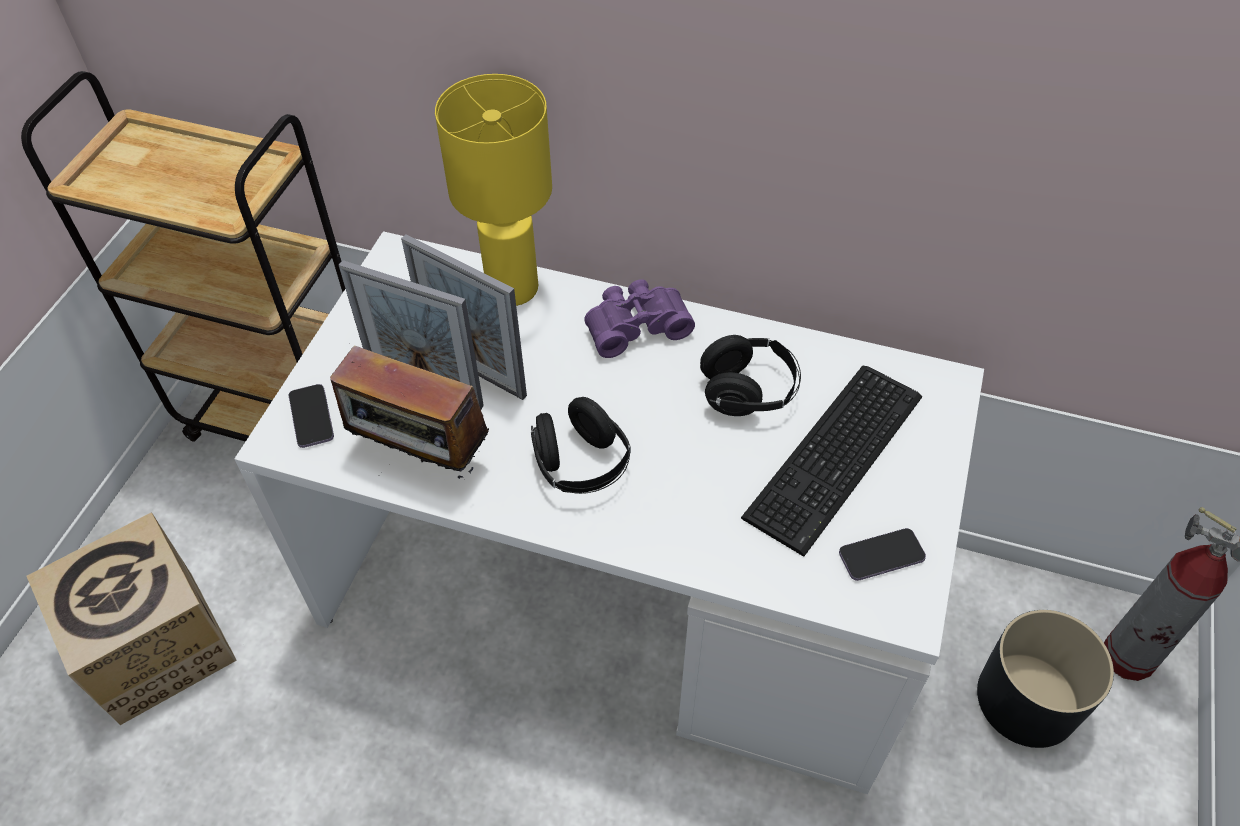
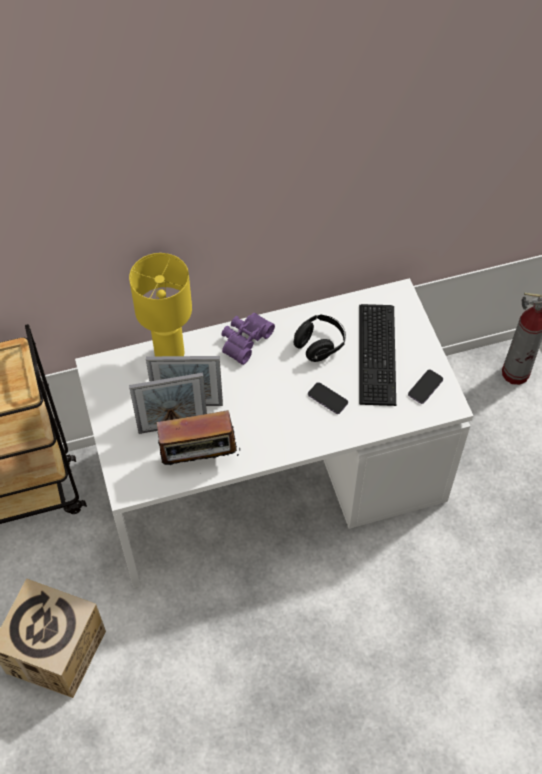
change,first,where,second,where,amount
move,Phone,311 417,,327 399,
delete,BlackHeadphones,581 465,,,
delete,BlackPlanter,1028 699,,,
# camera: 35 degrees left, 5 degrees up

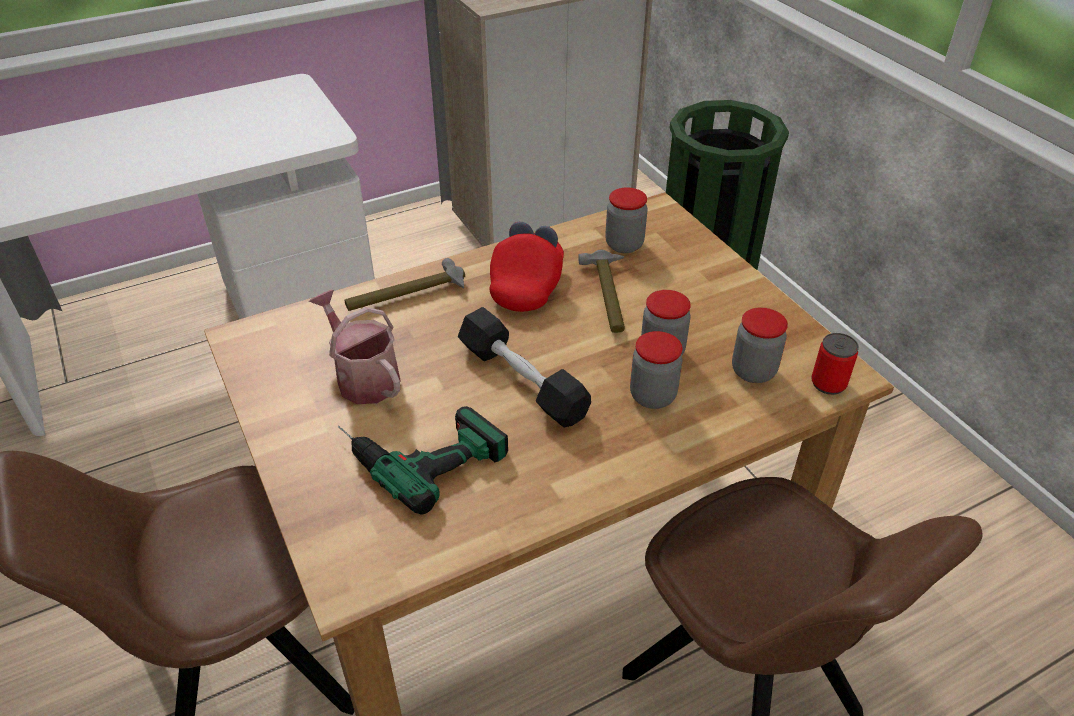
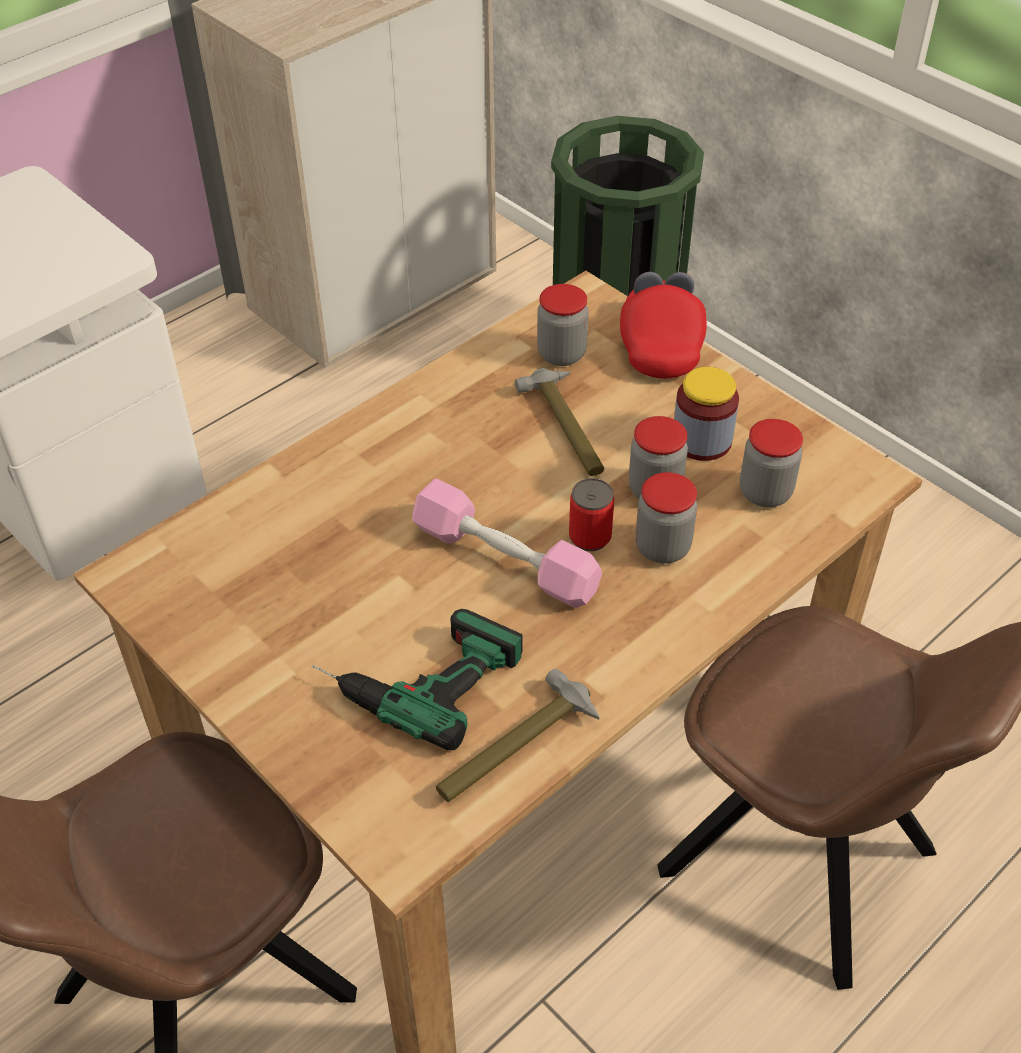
change,first,where,second,where,amount
delete,WateringCan,363 377,,,
move,Hammer,407 296,,515 748,
recolor,BlackDumbbell,522 381,PinkDumbbell,505 560,
move,RedCap,527 285,,660 345,
move,Can,828 383,,590 537,
insert,,,Jar,701 440,
# camera: 15 degrees left, 5 degrees up

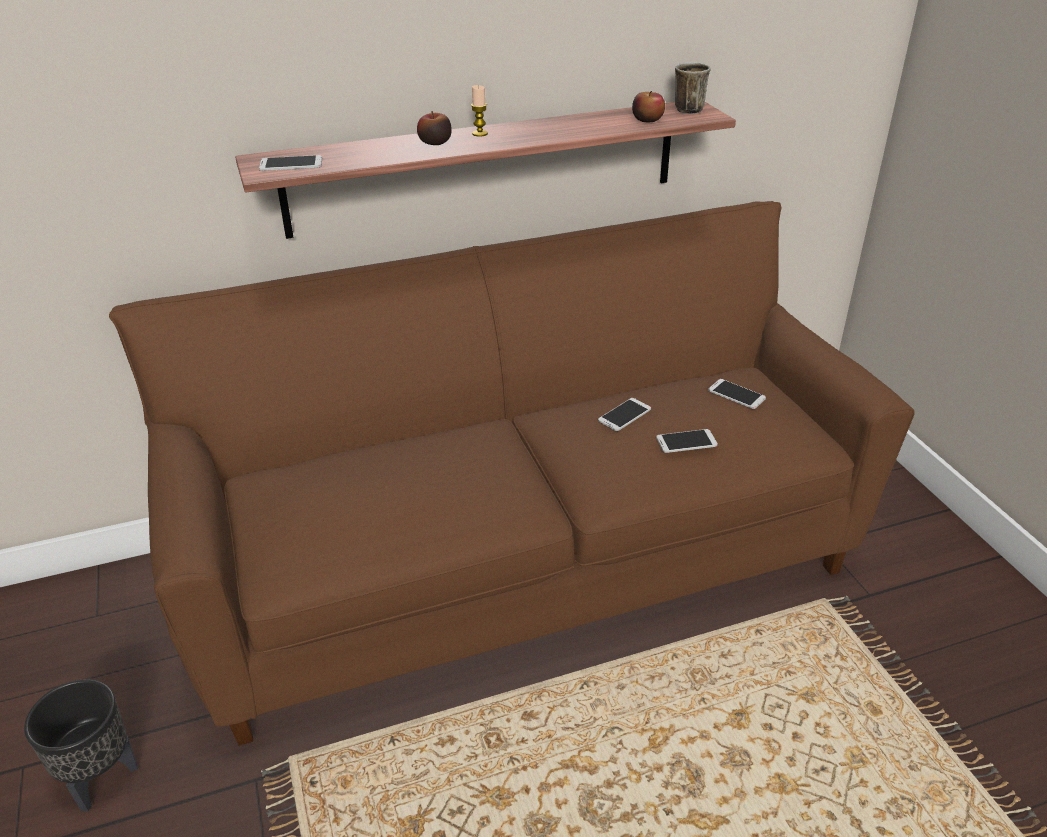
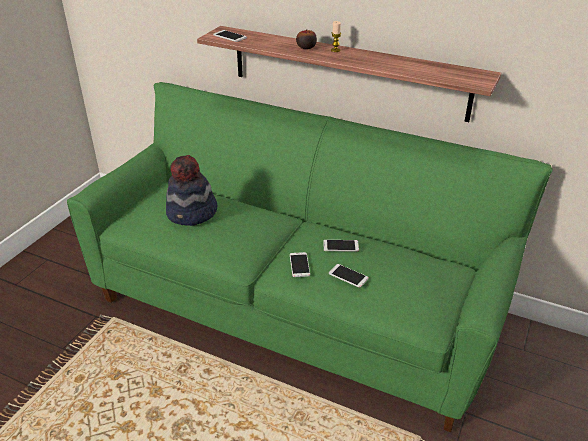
change,first,where,second,where,amount
delete,BlackPlanter,100 778,,,
recolor,BrownSofa,524 564,GreenSofa,294 309,
delete,Apple,647 119,,,
delete,Mug,686 108,,,
move,Phone,736 394,,299 265,
insert,,,Hat,192 213,
# camera: 45 degrees right, 0 degrees up

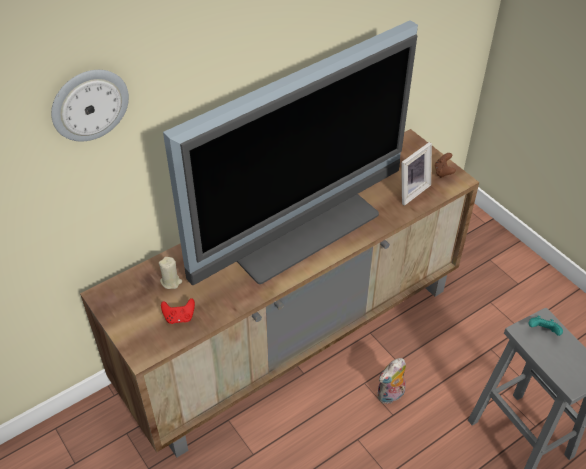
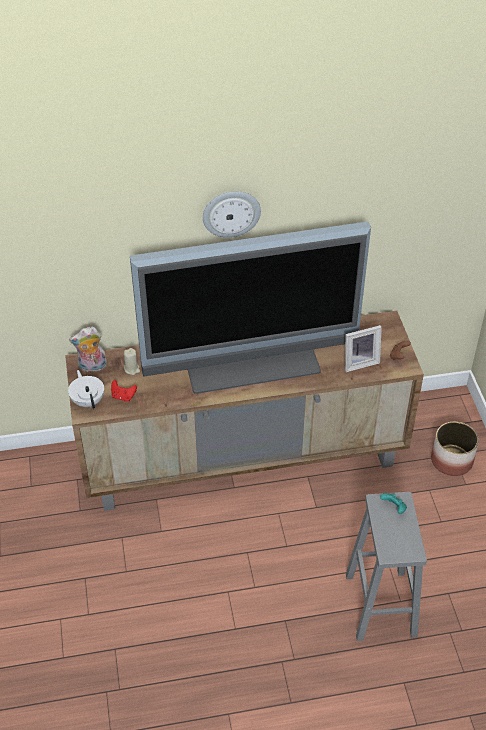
change,first,where,second,where,amount
move,WallClock,89 104,,231 213,
move,PlushToy,390 396,,92 367,
insert,,,WhiteTeapot,88 401,
insert,,,Planter,452 460,
# camera: 25 degrees right, 0 degrees up

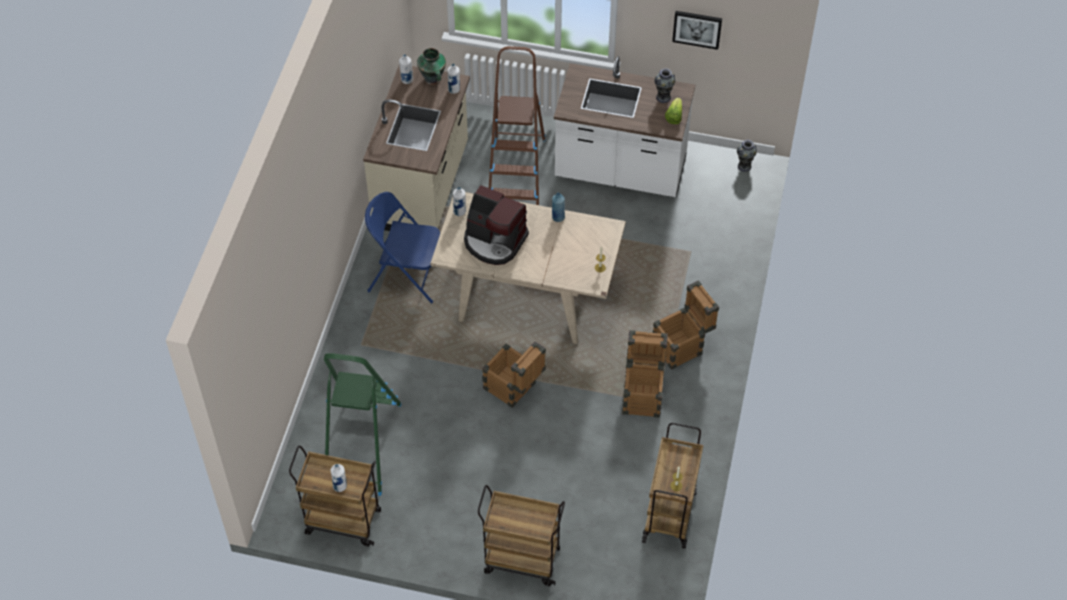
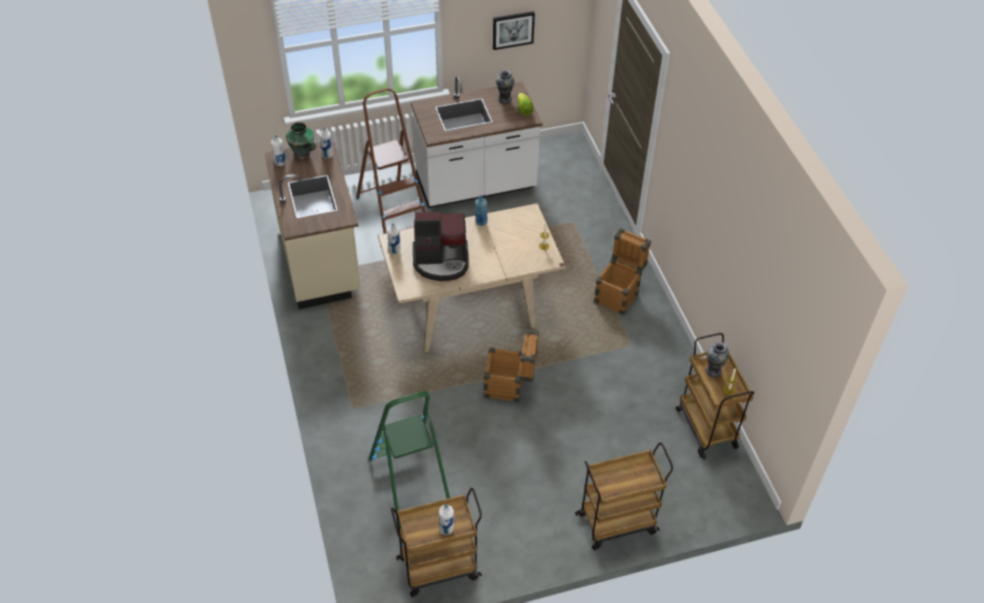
change,first,where,second,where,amount
delete,BlueChair,407 274,,,
delete,Crate,643 394,,,
move,Vase,744 166,,713 371,
# camera: 30 degrees left, 5 degrees down

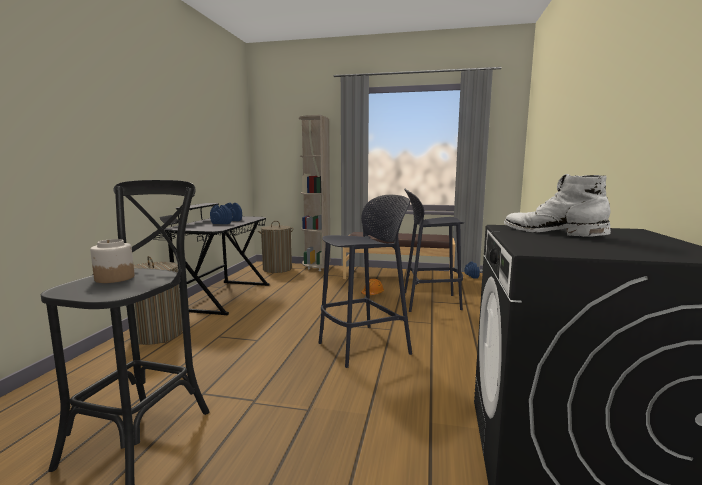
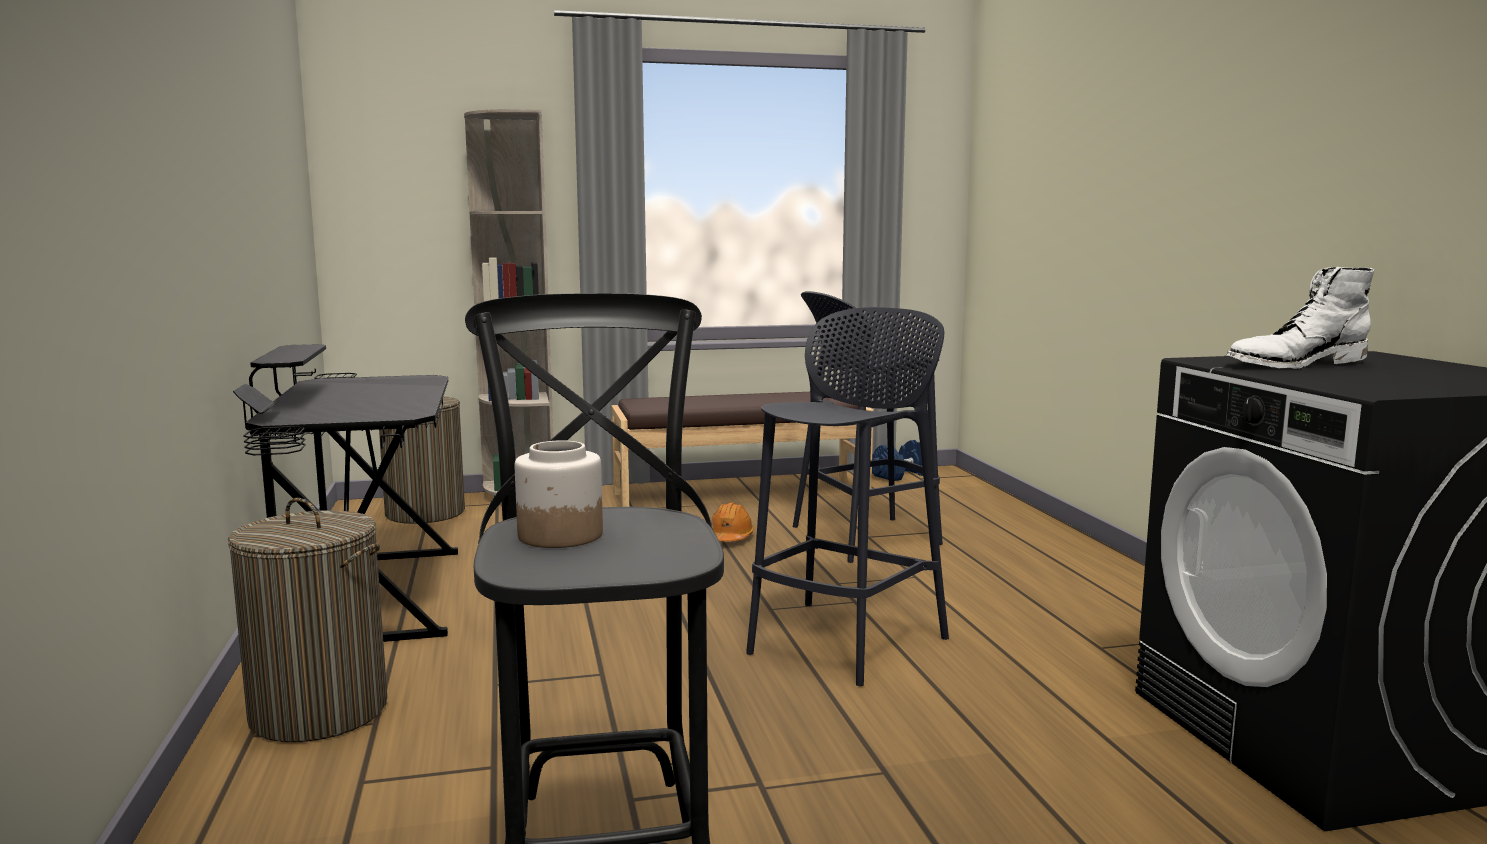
change,first,where,second,where,amount
delete,BlueDumbbell,226 222,,,
rotate,WhiteBoot,552 232,,1294 364,45 degrees counterclockwise
# camera: 25 degrees left, 0 degrees up

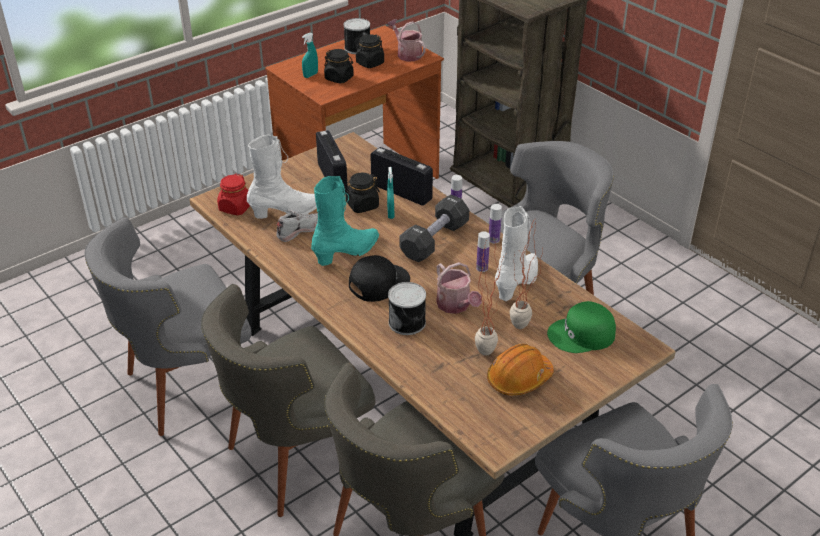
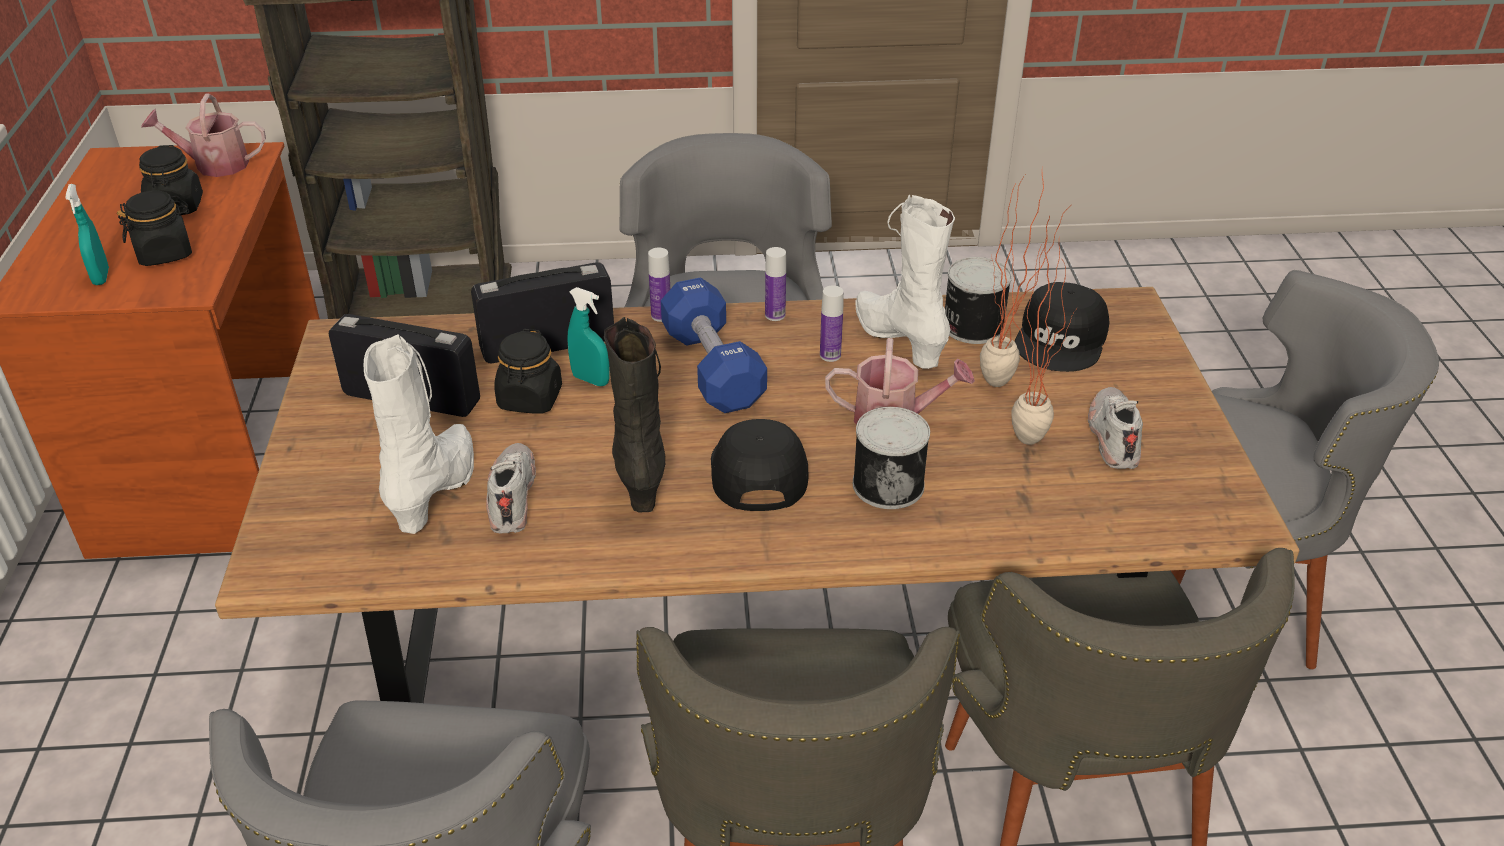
change,first,where,second,where,amount
delete,RedJar,235 208,,,
recolor,TurquoiseBoot,347 253,BlackBoot,640 471,
move,Can,357 48,,971 326,
recolor,BlackDumbbell,434 240,BlueDumbbell,712 368,
replace,OrangeHardHat,519 379,WhiteShoe,1112 435,
recolor,GreenCap,582 335,BlackCap,1062 340,
# camera: 55 degrees left, 0 degrees up

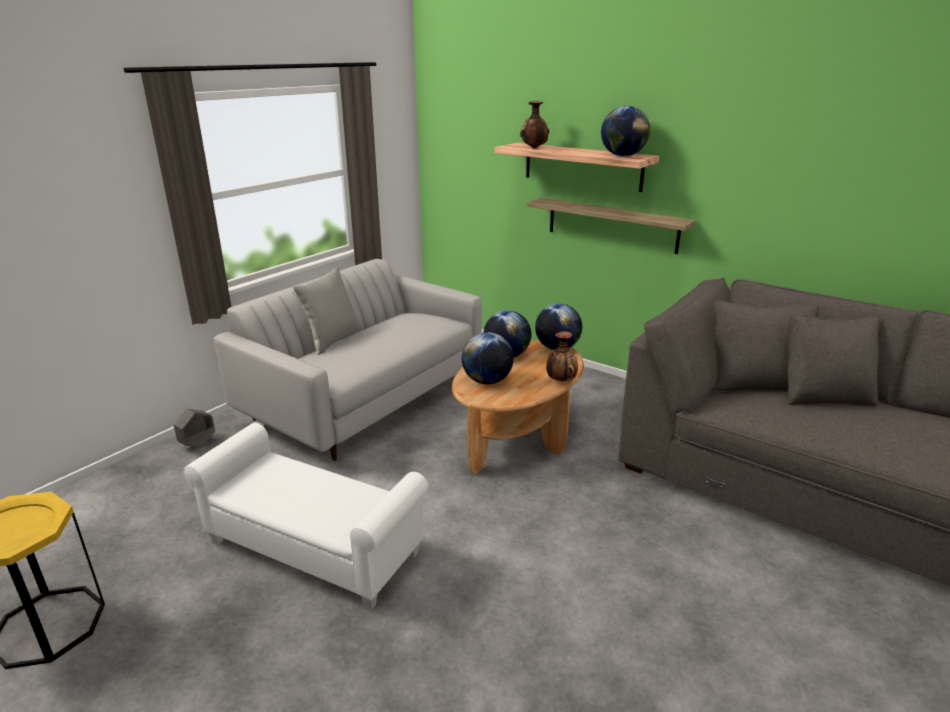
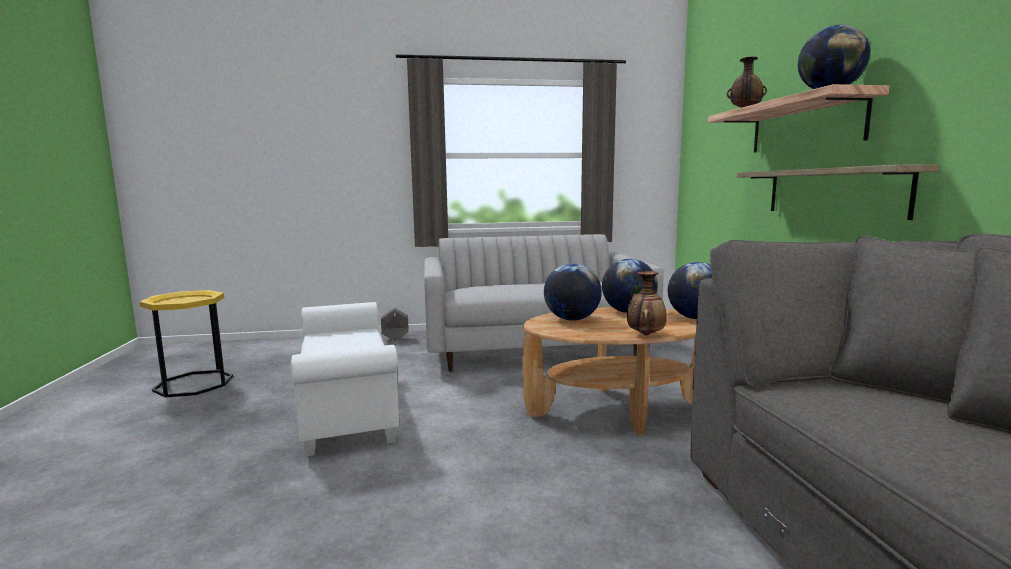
change,first,where,second,where,amount
delete,GreyPillow,332 340,,,
# camera: 45 degrees right, 15 degrees down

